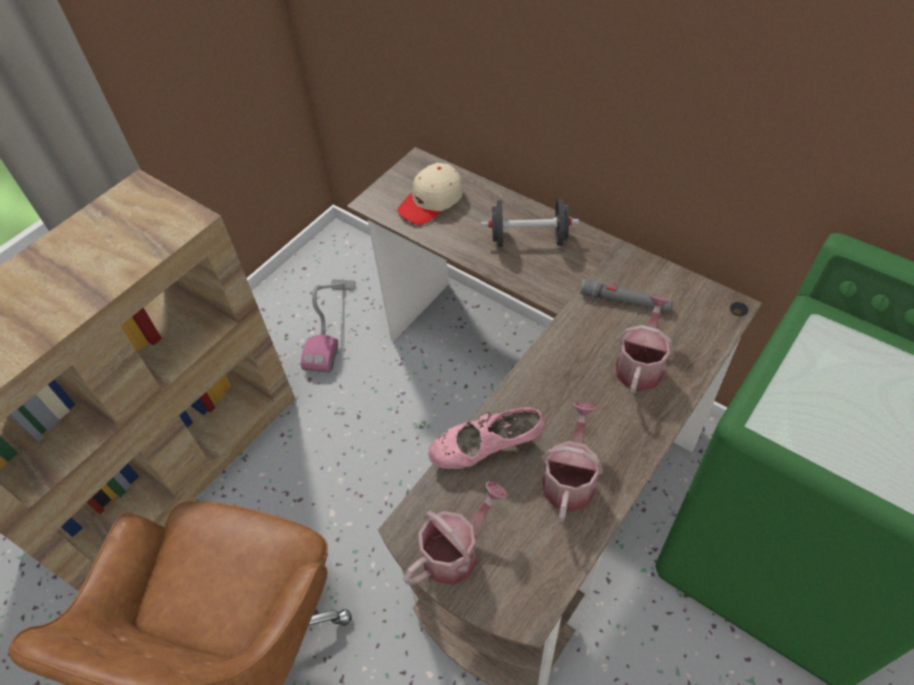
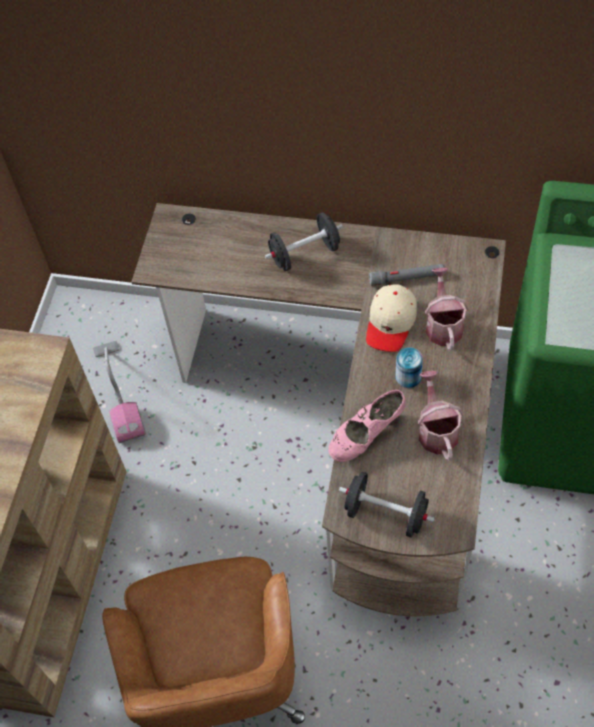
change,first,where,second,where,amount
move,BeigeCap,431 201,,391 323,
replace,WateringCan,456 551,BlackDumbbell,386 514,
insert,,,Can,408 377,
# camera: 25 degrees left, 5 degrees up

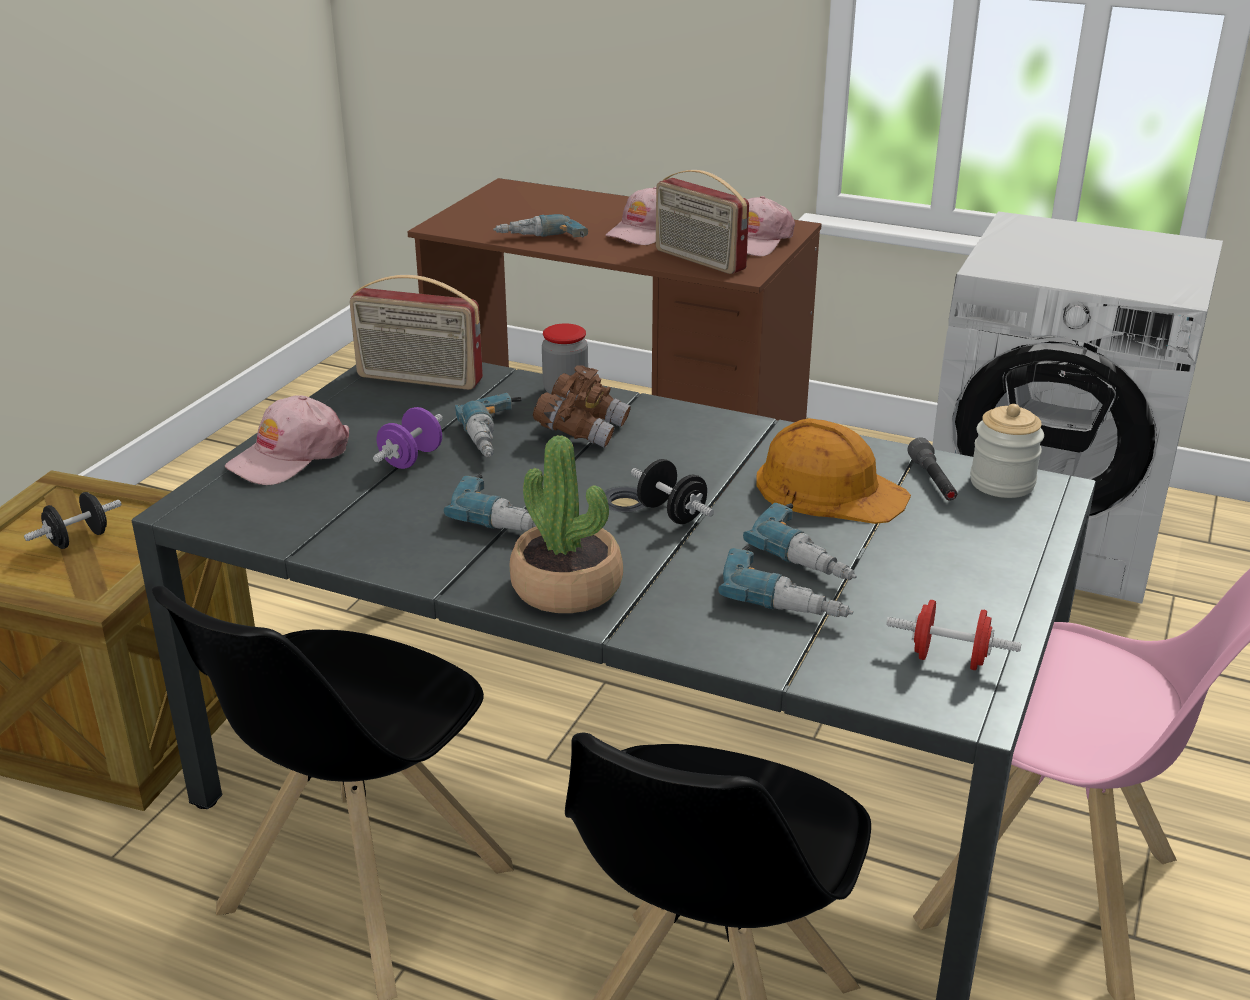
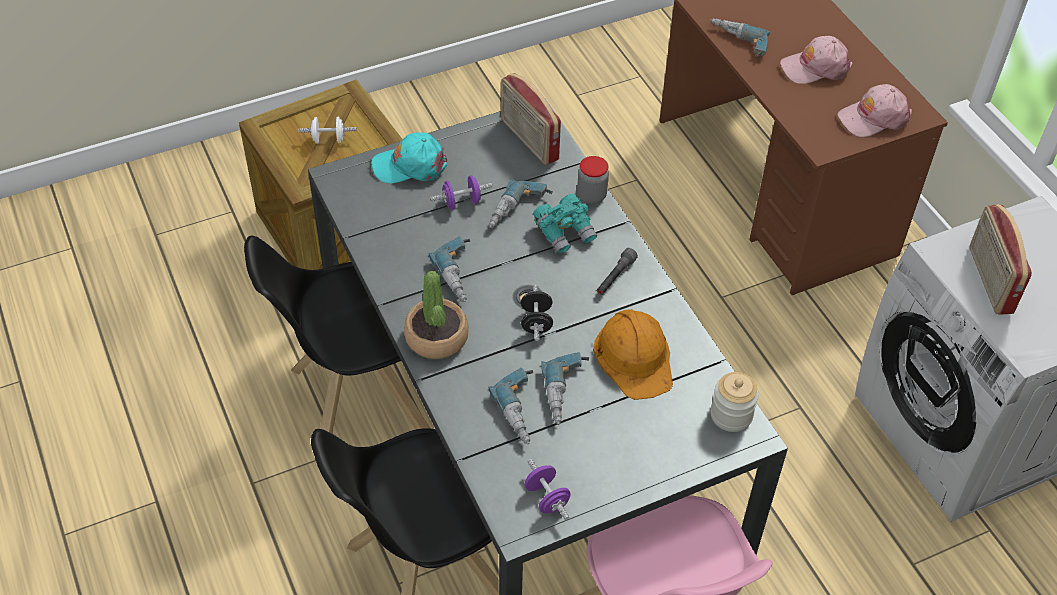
change,first,where,second,where,amount
recolor,BlackDumbbell,78 539,WhiteDumbbell,328 139,
recolor,PinkCap,289 456,TurquoiseCap,410 165,
recolor,BrownBinoculars,582 430,TurquoiseBinoculars,565 232,
move,Radio,698 260,,989 280,
recolor,RedDumbbell,949 659,PurpleDumbbell,547 498,
move,GreyFlashlight,933 481,,615 277,
# camera: 40 degrees right, 20 degrees up

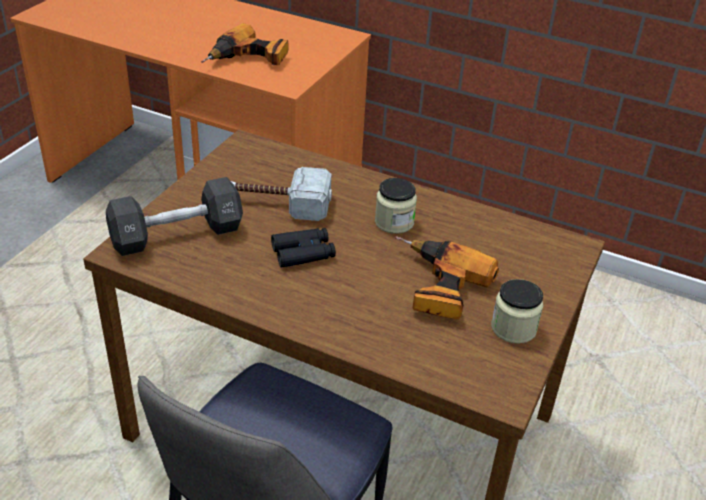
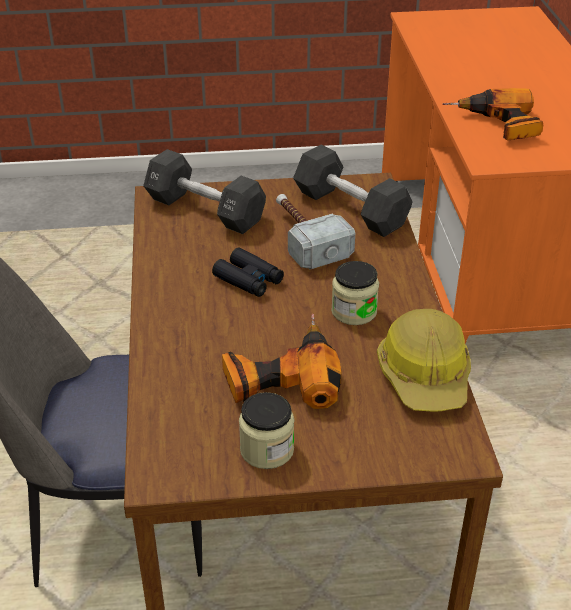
change,first,where,second,where,amount
insert,,,BlackDumbbell,350 209,
insert,,,HardHat,425 376,
# camera: 60 degrees right, 0 degrees up

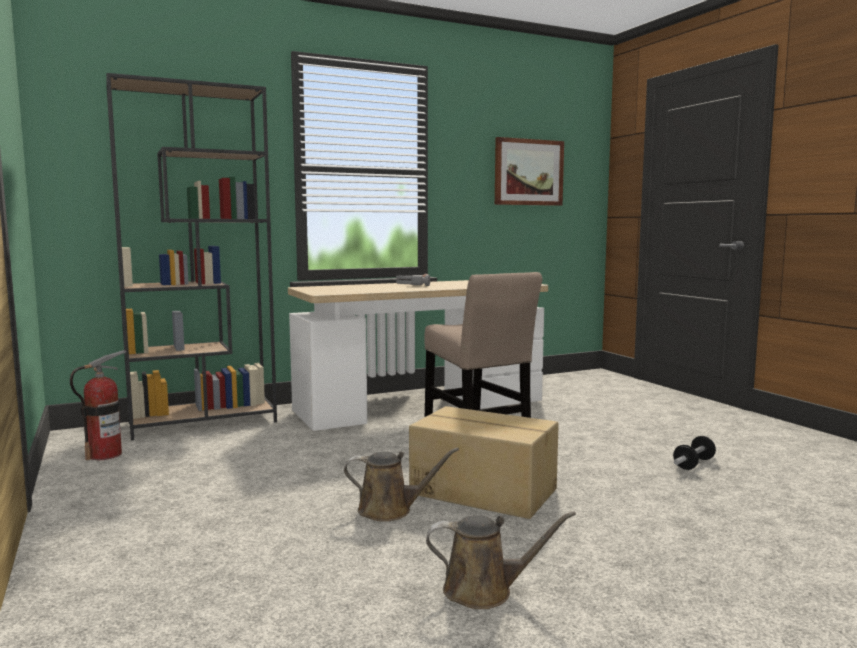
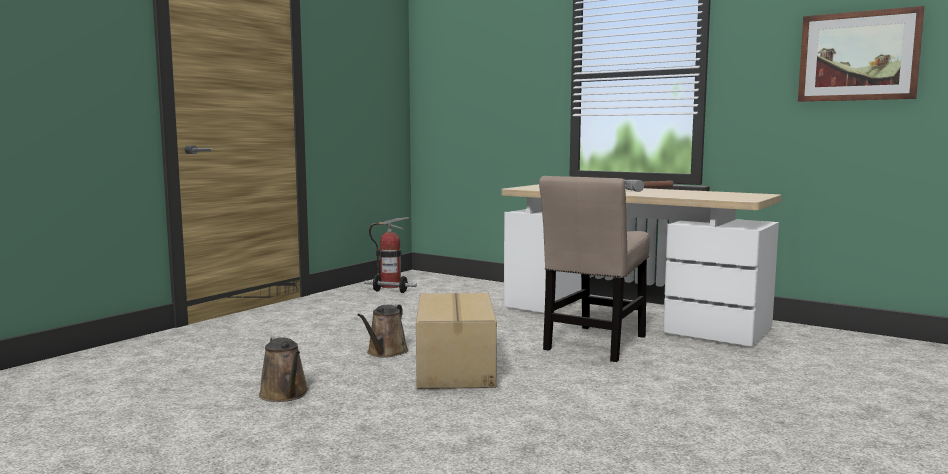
change,first,where,second,where,amount
delete,Bookcase,204 422,,,
rotate,BrownWateringCan,390 510,,385 352,45 degrees clockwise
move,Dumbbell,694 464,,390 292,
# camera: 60 degrees right, 0 degrees up

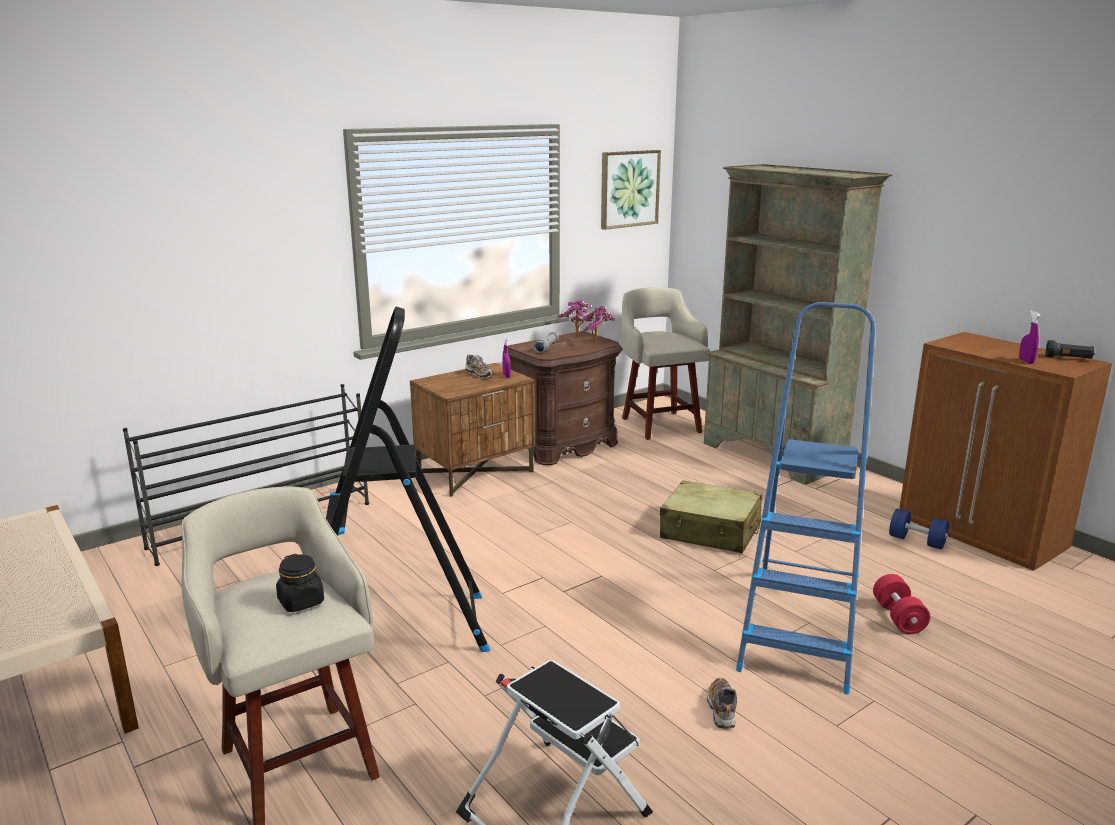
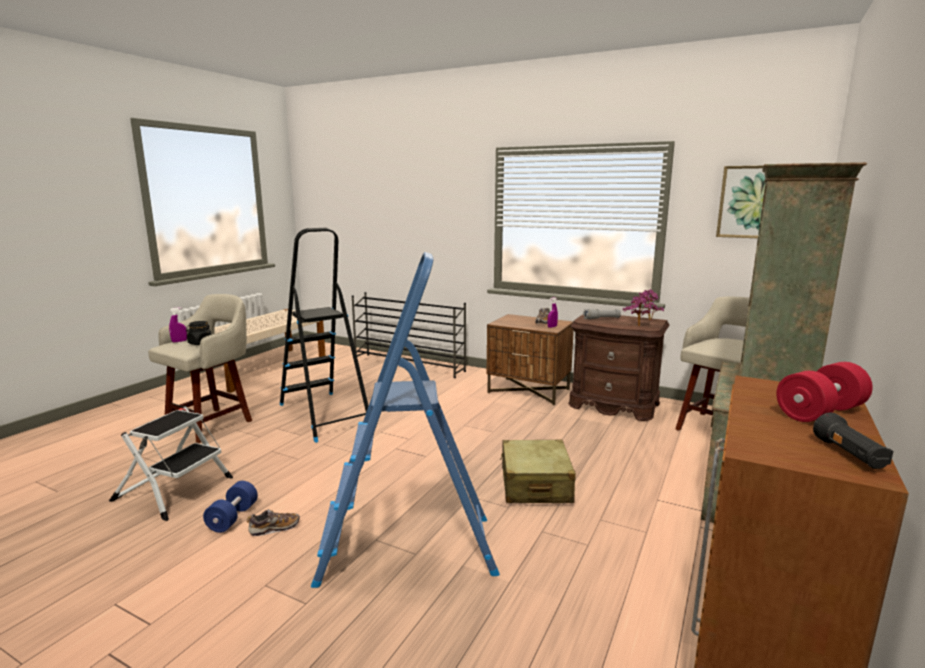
change,first,where,second,where,amount
move,RedDumbbell,898 617,,820 412,
move,BlueDumbbell,916 541,,233 518,
move,PurpleSprayBottle,1026 361,,179 341,
# camera: 65 degrees right, 5 degrees down

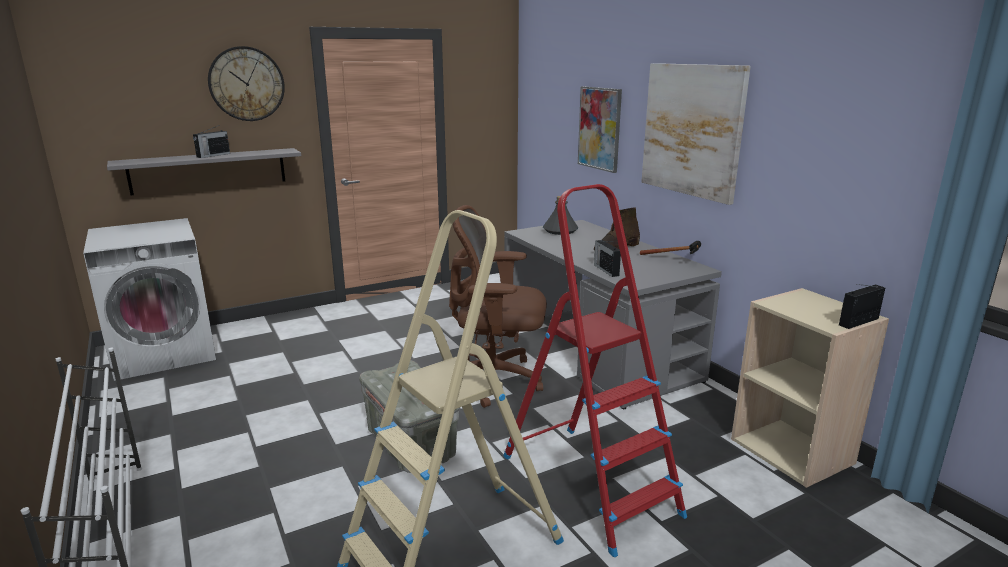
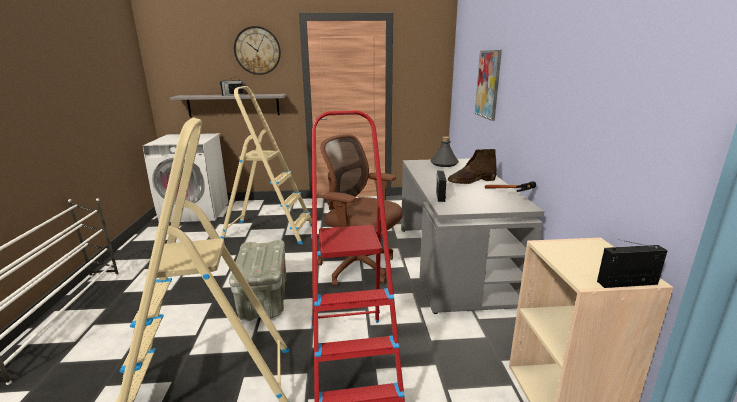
change,first,where,second,where,amount
delete,Picture,692 130,,,
insert,,,BeigeStepLadder,269 232,
# camera: 25 degrees right, 0 degrees up

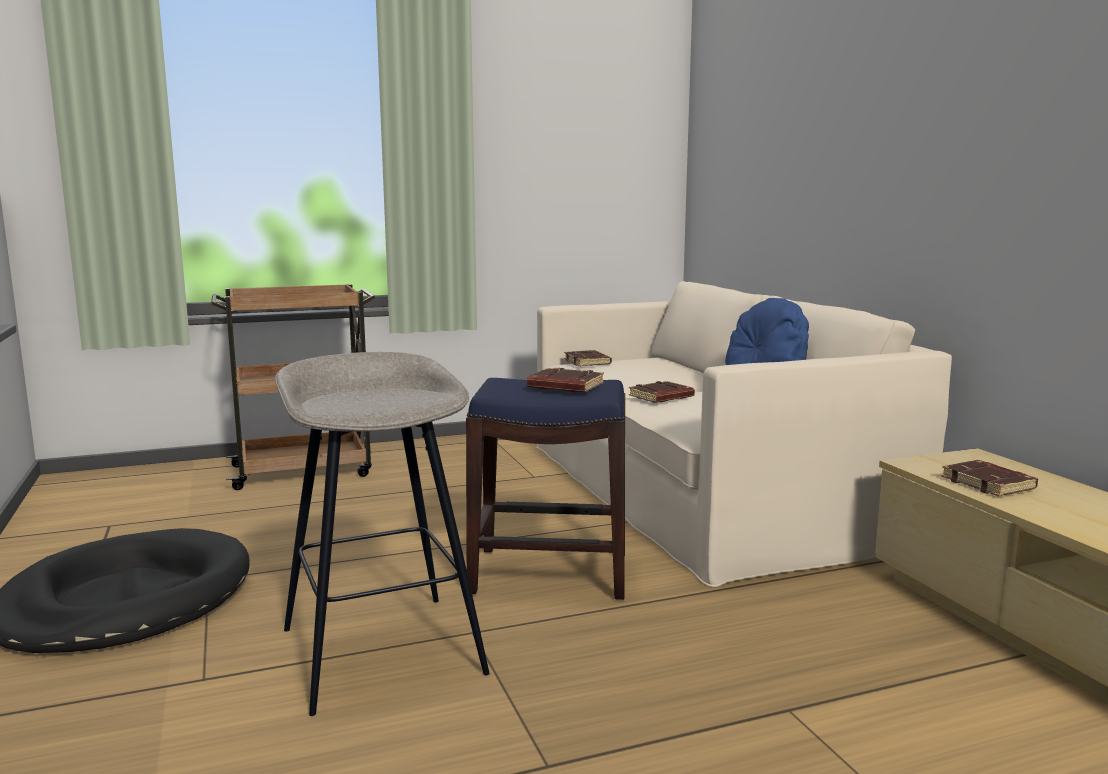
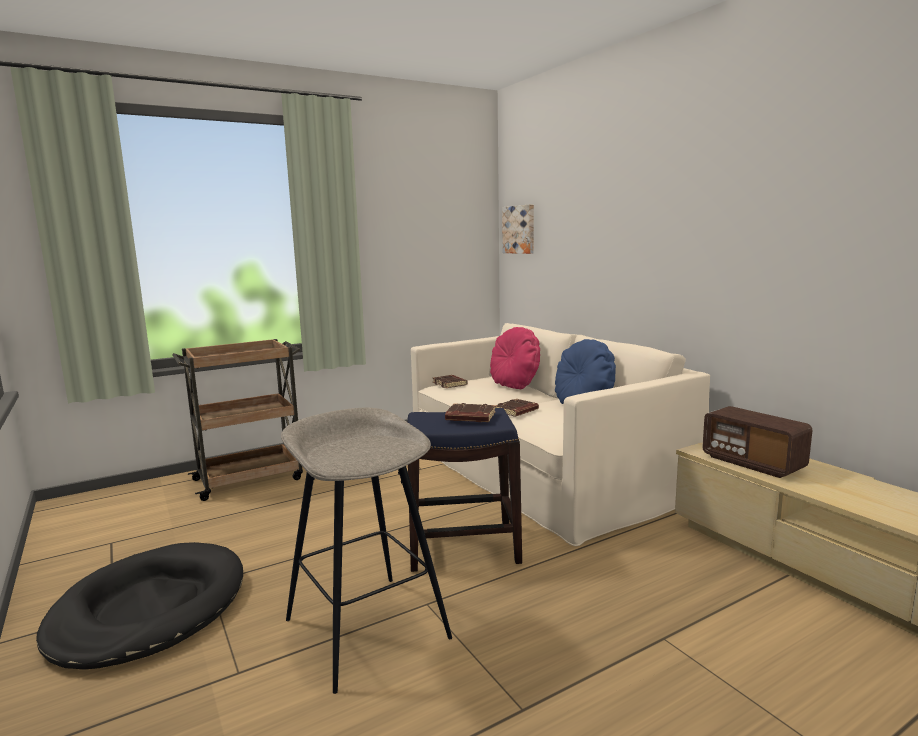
change,first,where,second,where,amount
replace,BrownBook,989 484,Radio,752 463,
insert,,,PinkPillow,515 386,
insert,,,Picture,519 229,
# camera: 10 degrees left, 0 degrees up

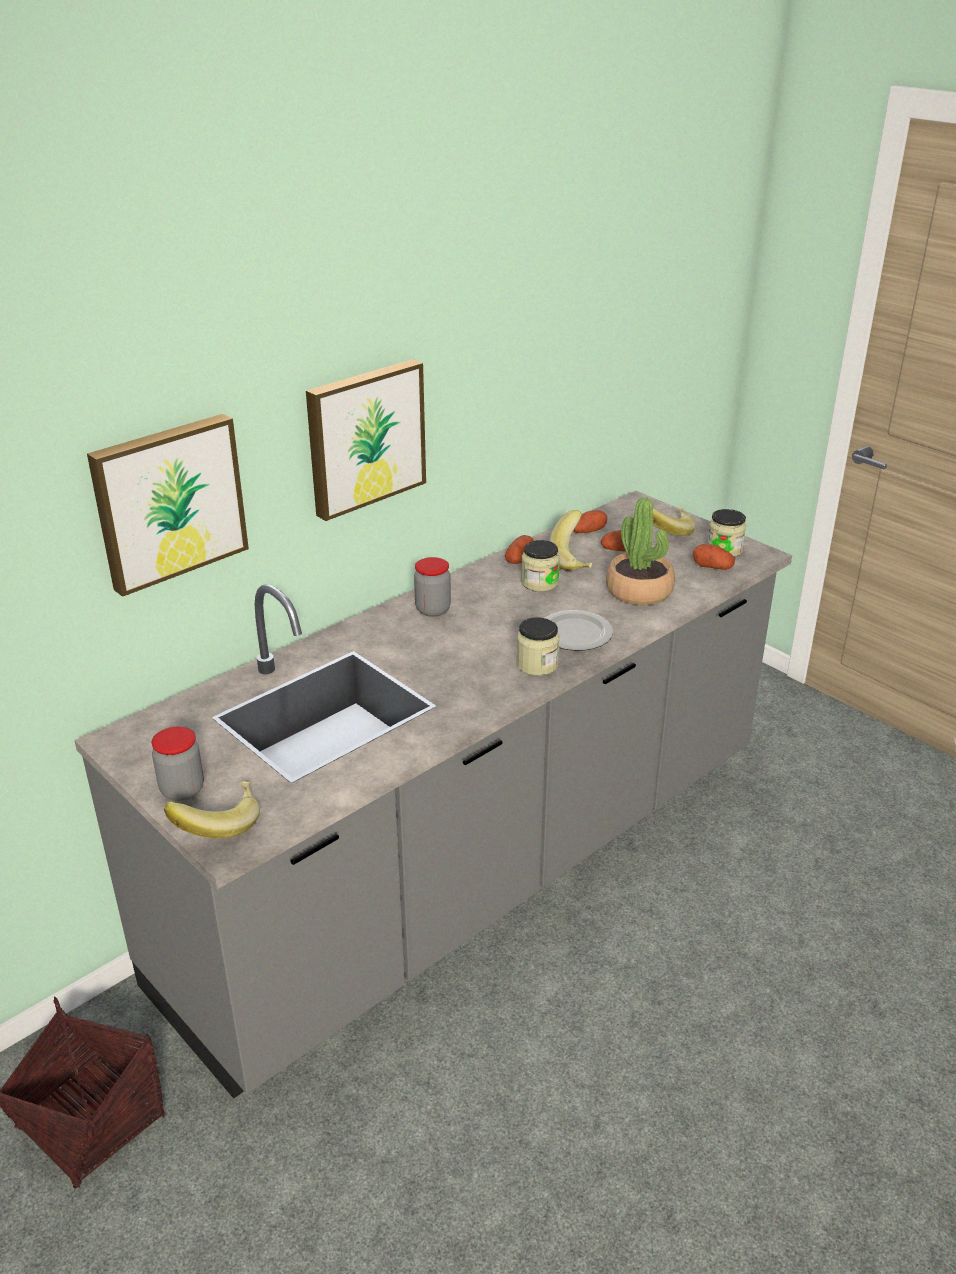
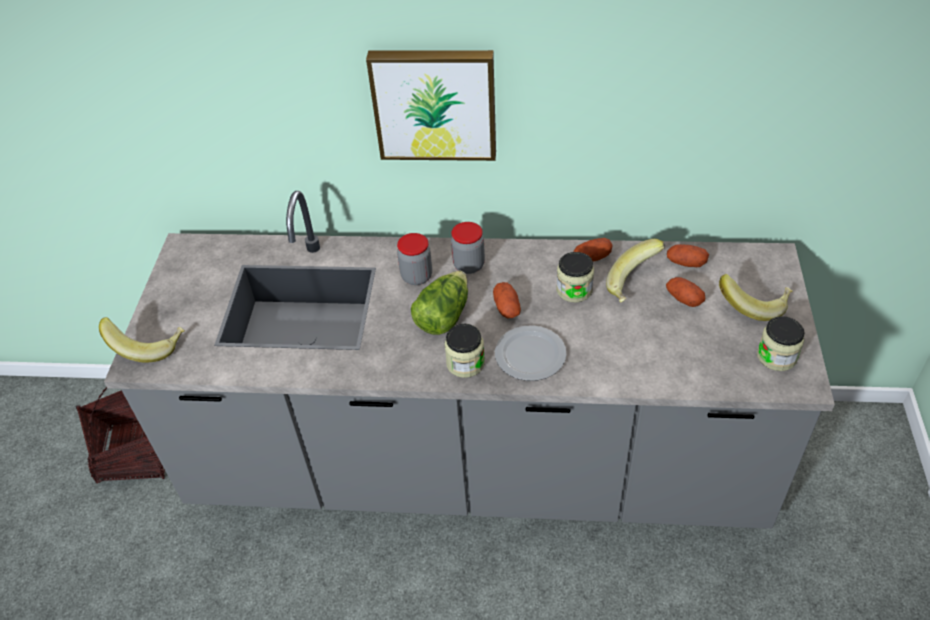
change,first,where,second,where,amount
delete,Picture,168 501,,,
move,Jar,182 789,,416 276,
delete,PottedPlant,639 591,,,
move,Potato,712 567,,507 308,
insert,,,Lettuce,443 315,
# camera: 50 degrees right, 15 degrees up

